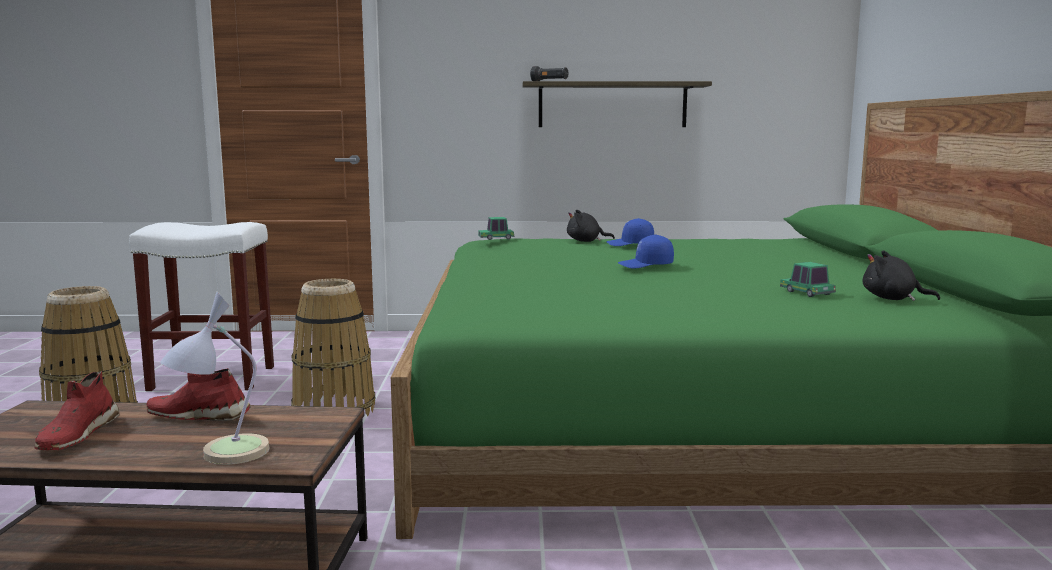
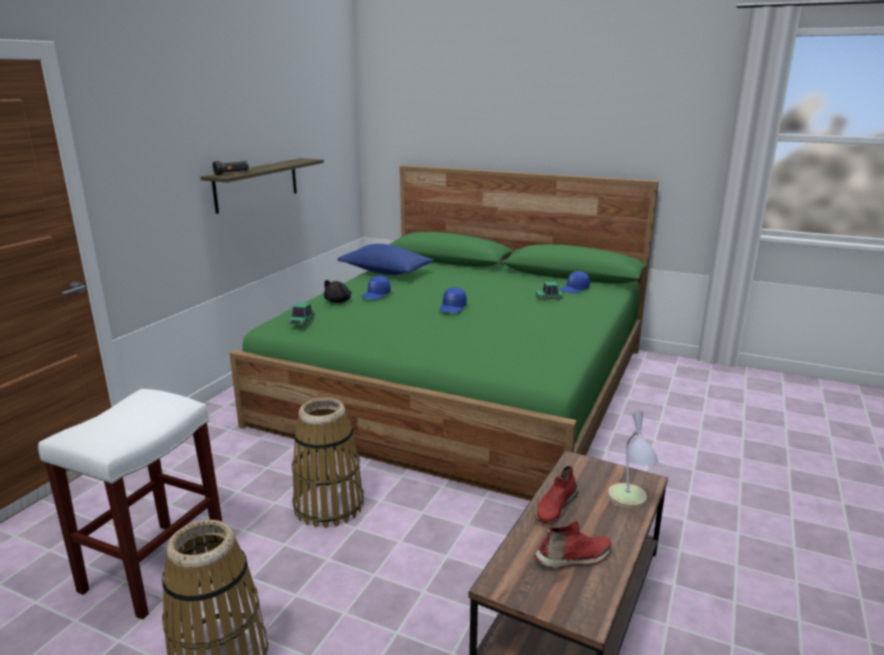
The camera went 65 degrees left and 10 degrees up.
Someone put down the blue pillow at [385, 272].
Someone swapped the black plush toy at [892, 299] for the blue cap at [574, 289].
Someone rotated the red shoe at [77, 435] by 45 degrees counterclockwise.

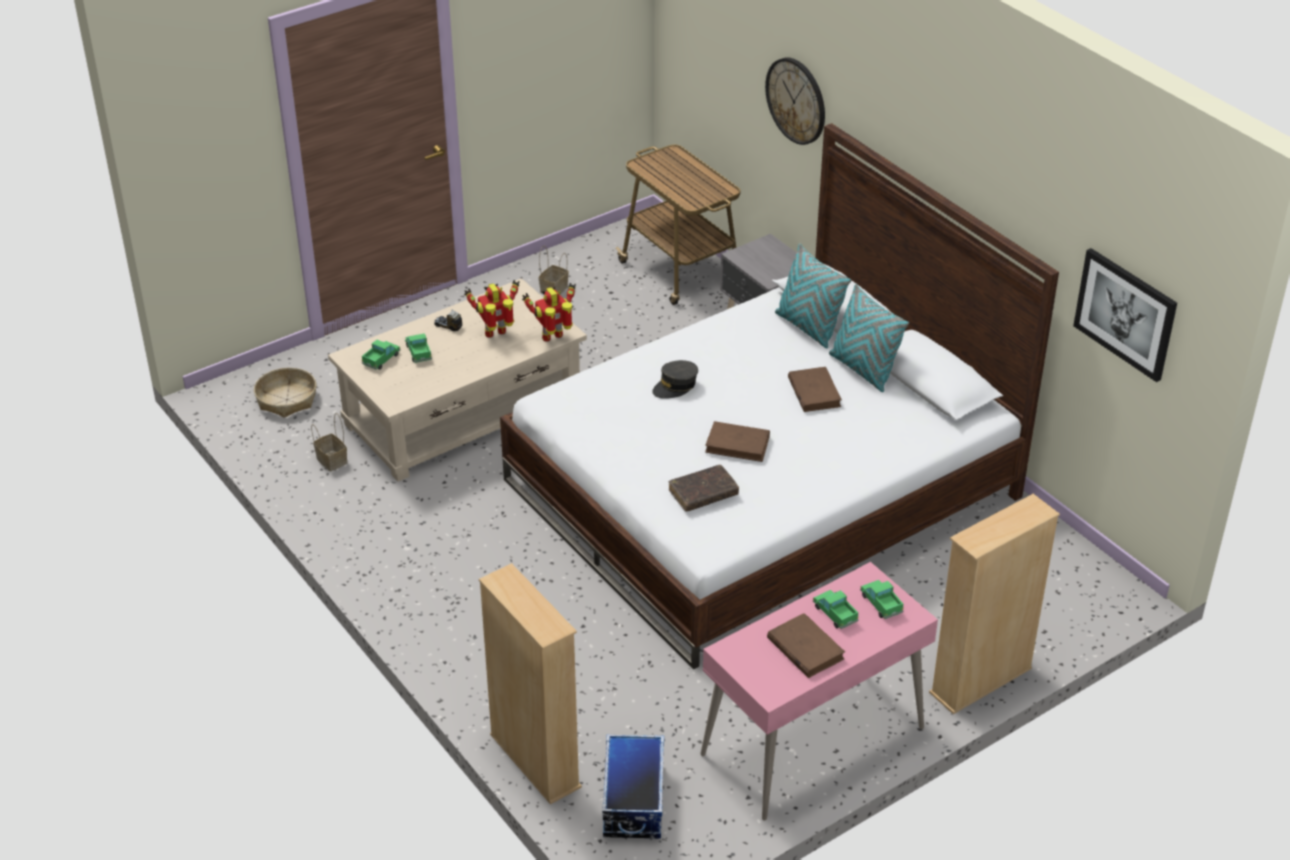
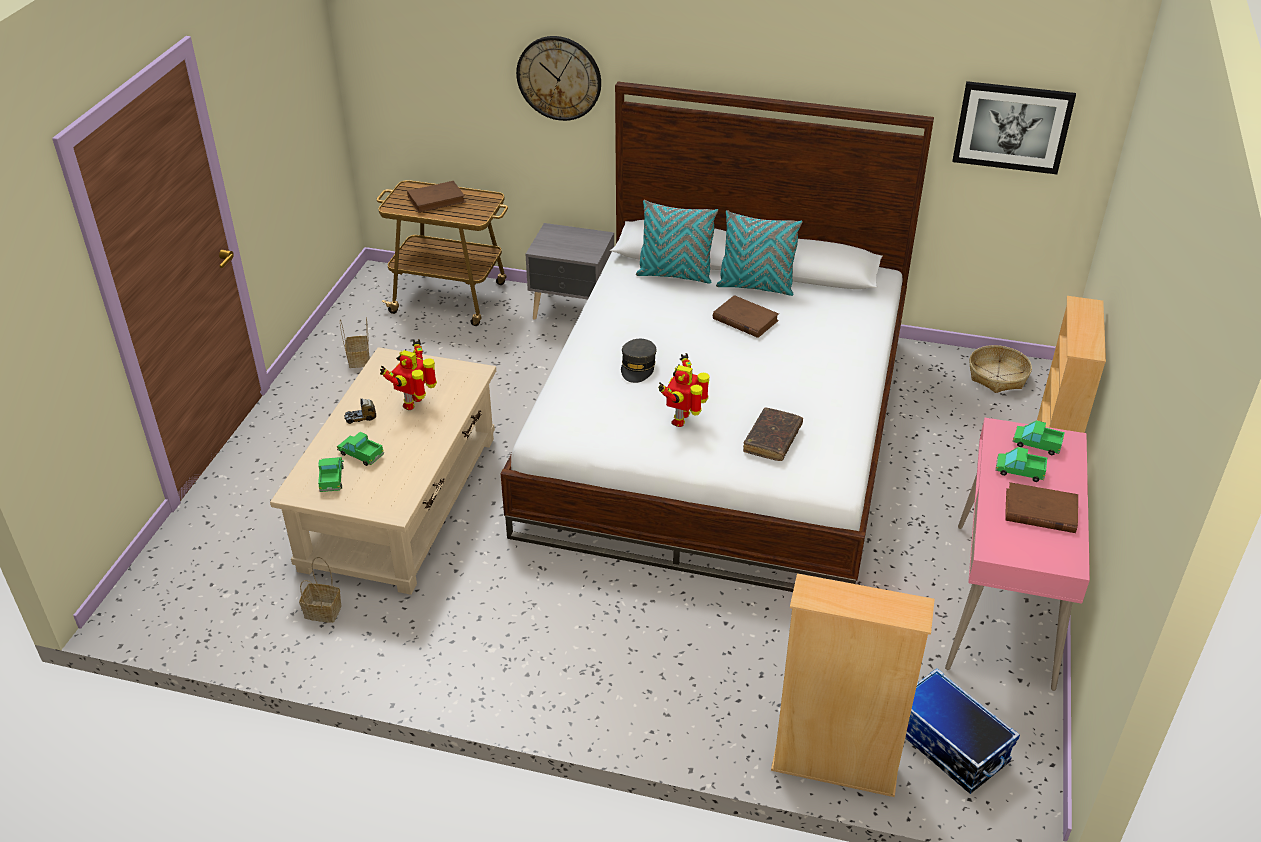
The camera went 40 degrees left and 0 degrees up.
Someone carried the basket from [287, 400] to [997, 376].
Someone carried the toy robot from [553, 337] to [683, 419].
Someone carried the brown book from [738, 444] to [436, 199].

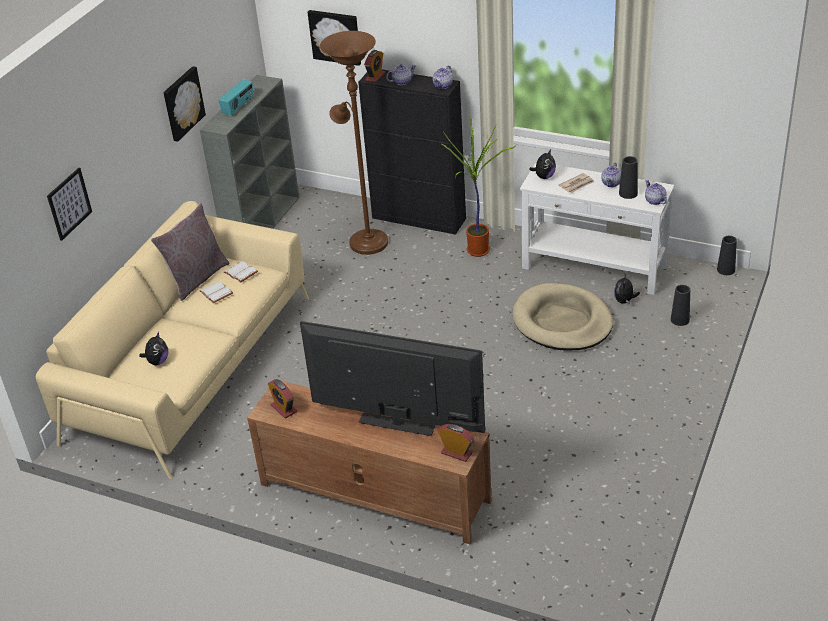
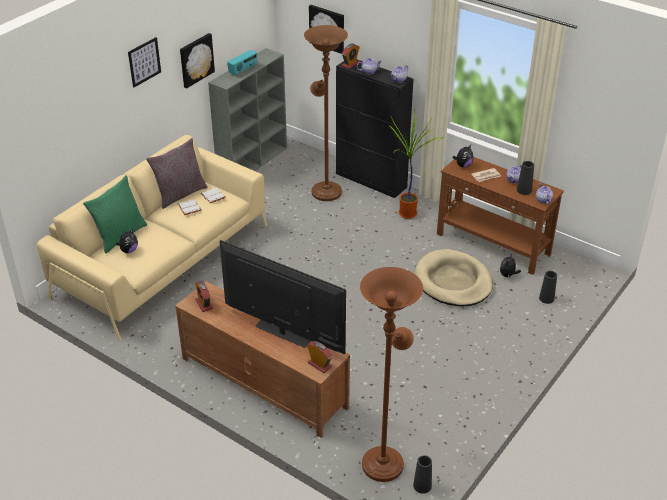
The camera went 10 degrees right and 0 degrees up.
Someone put down the green pillow at [119, 235].
Someone put down the brown floor lamp at [384, 460].
Someone carried the picture from [69, 203] to [144, 62].
Someone carried the black vase from [726, 270] to [422, 486].
Someone repainted the white console table at [594, 268], which became the brown console table at [493, 244].

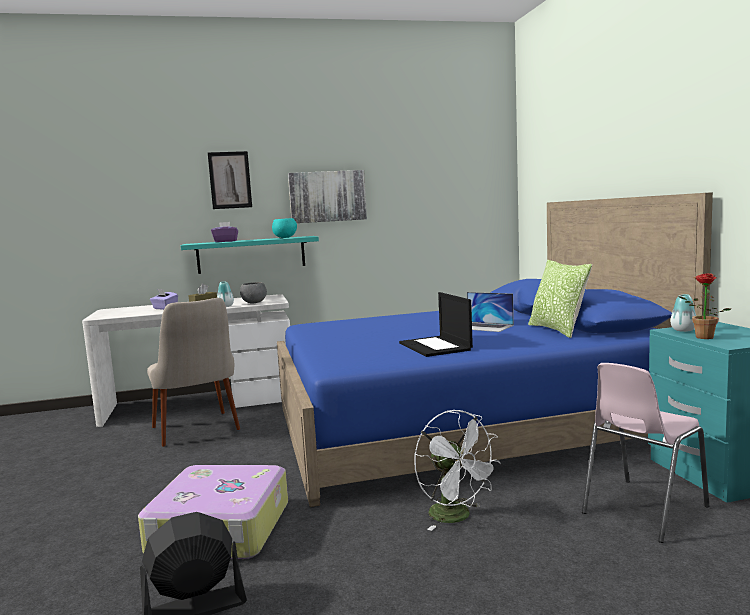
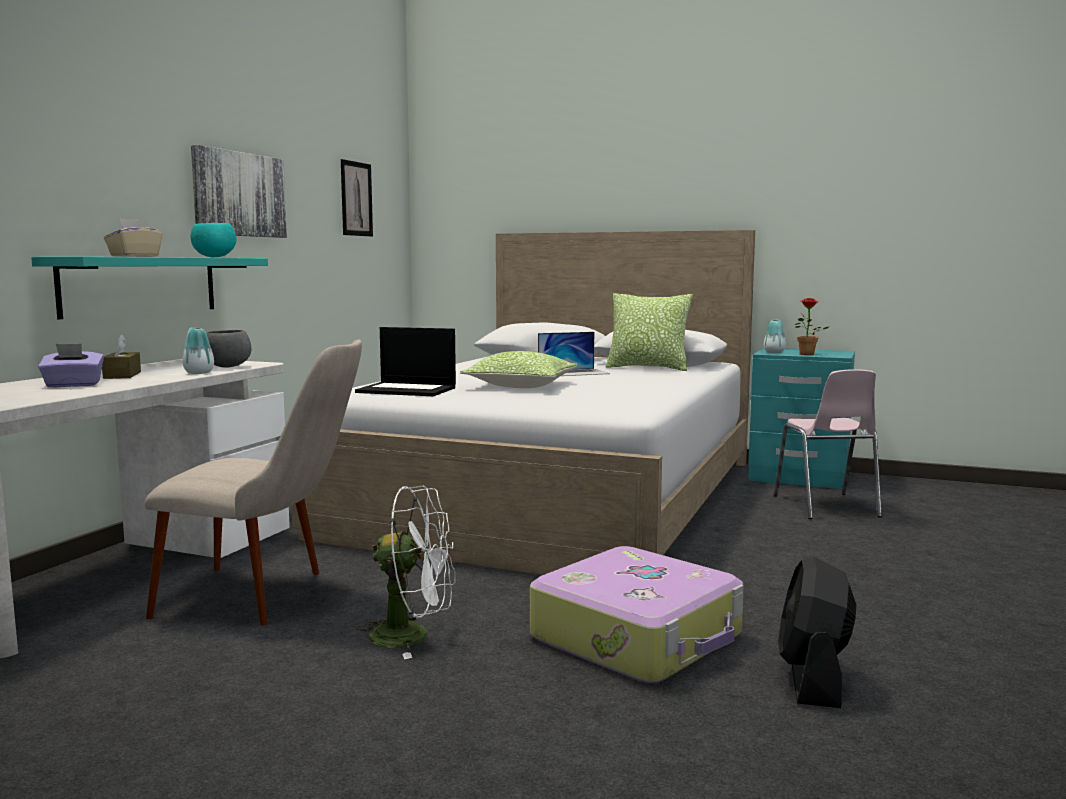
The camera went 55 degrees left and 0 degrees up.
Someone put down the pillow at [521, 386].
Someone carried the picture from [230, 180] to [356, 199].
Someone carried the laptop from [436, 346] to [408, 390].
Someone carried the white fan from [457, 517] to [413, 636].
Someone repainted the purple tissue box at [226, 241], which became the beige tissue box at [134, 256].
Someone repainted the blue bed at [464, 423], which became the white bed at [556, 496].

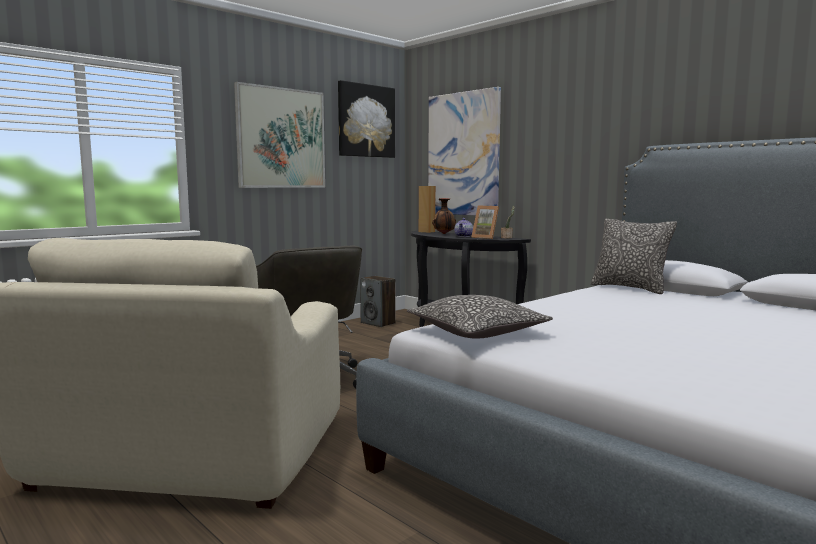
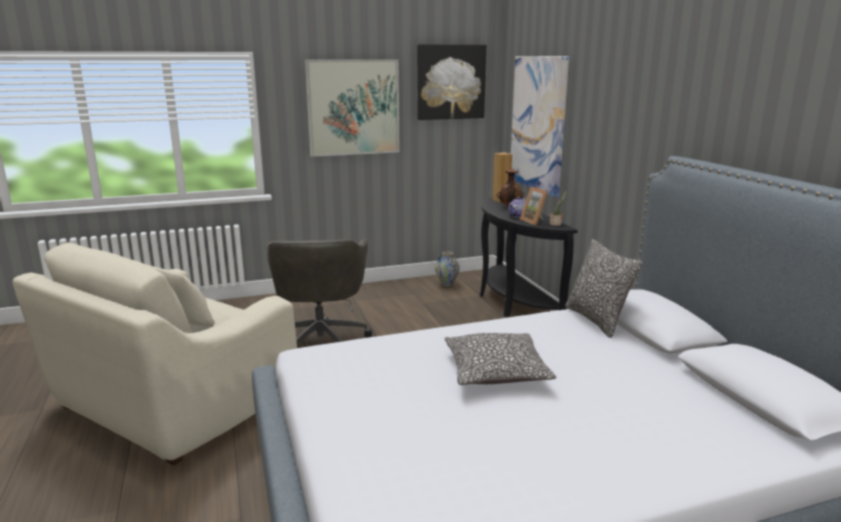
The camera went 25 degrees right and 10 degrees up.
Someone carried the pillow from [477, 332] to [496, 371].
Someone swapped the speaker at [378, 323] for the vase at [447, 284].

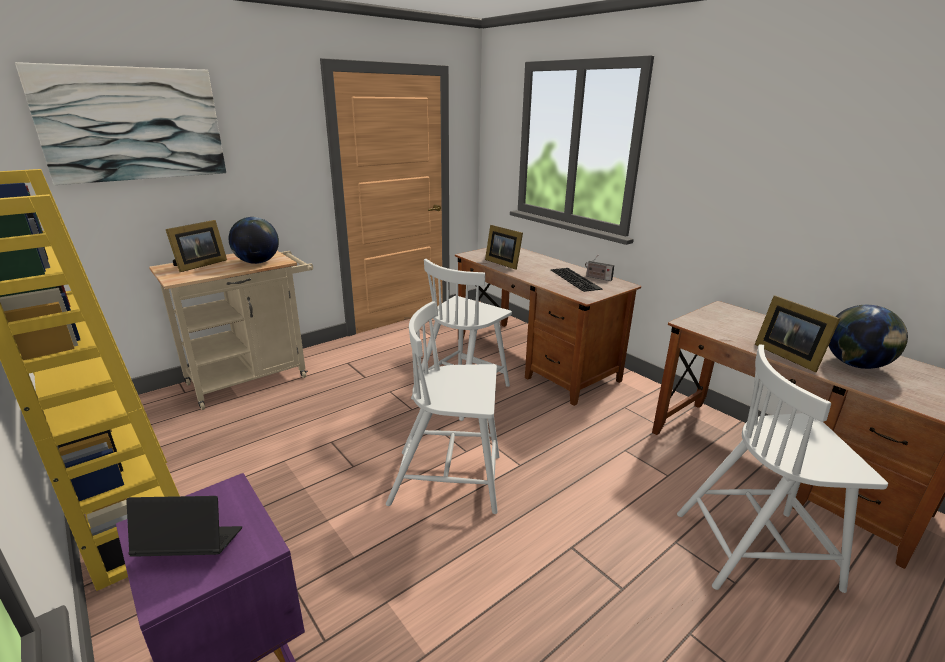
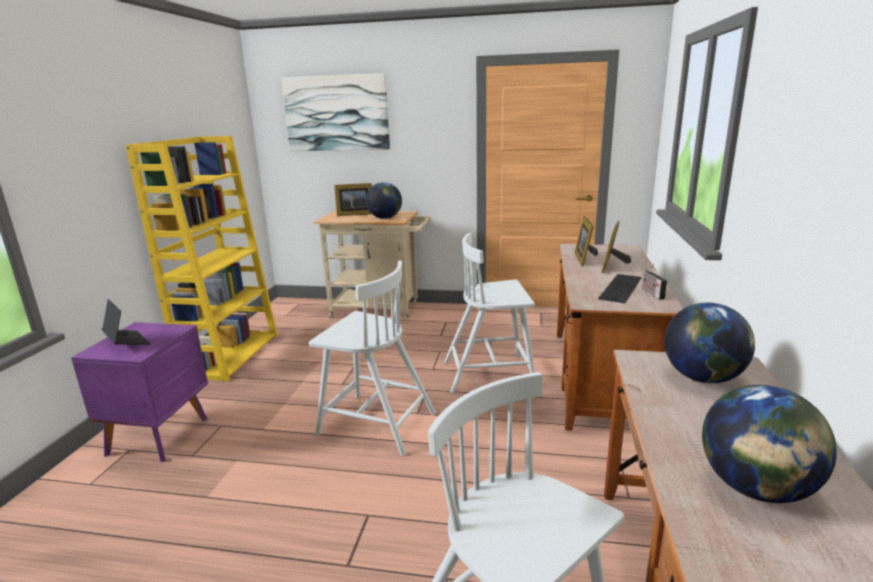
The camera went 50 degrees right and 5 degrees down.
Someone put down the globe at [703, 378].
Someone carried the picture frame from [787, 355] to [612, 265].
Someone rotated the white chair at [449, 480] by 150 degrees clockwise.

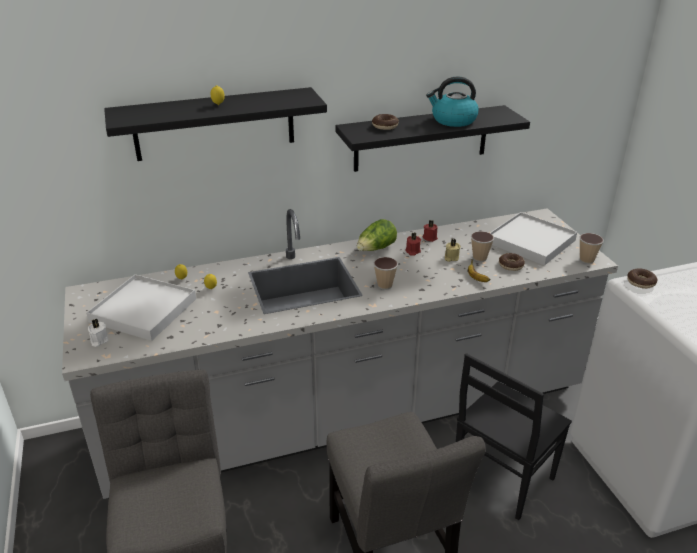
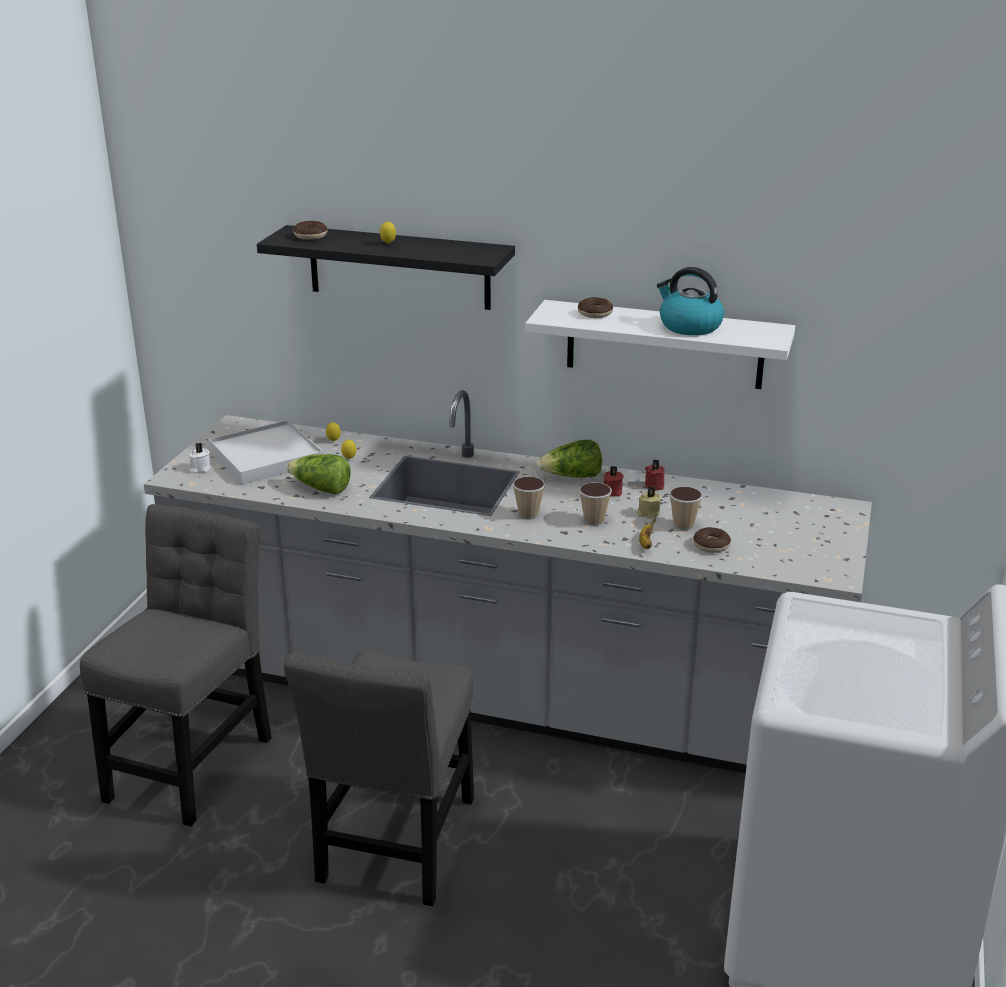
The camera went 35 degrees right and 5 degrees down.
Someone took away the black chair at [501, 478].
Someone took away the white tray at [530, 241].
Someone put down the lettuce at [321, 488].
Someone carried the cup from [586, 260] to [594, 521].
Someone carried the donut from [640, 282] to [310, 236].
Someone repainted the black shelf at [421, 138], which became the white shelf at [664, 344].

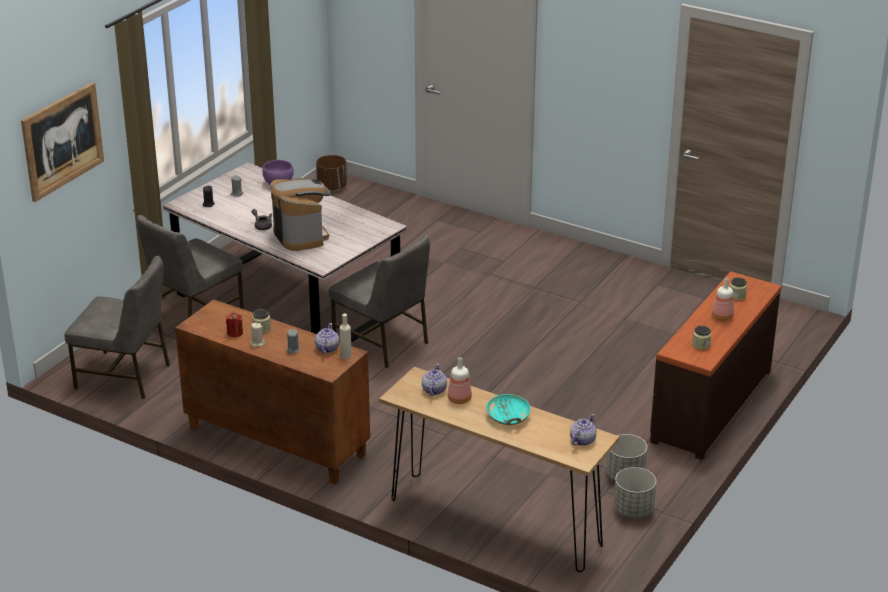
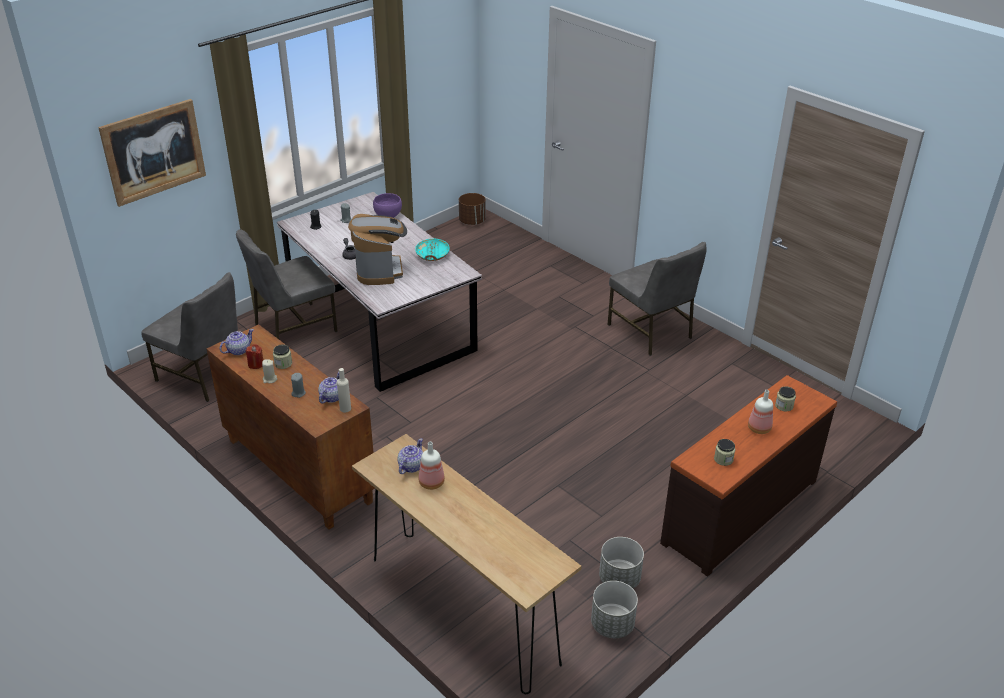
The camera went 15 degrees right and 5 degrees up.
Someone carried the grey chair from [382, 343] to [651, 332].
Someone carried the turquoise bowl from [508, 417] to [432, 255].
Someone carried the teapot from [582, 440] to [238, 350].

